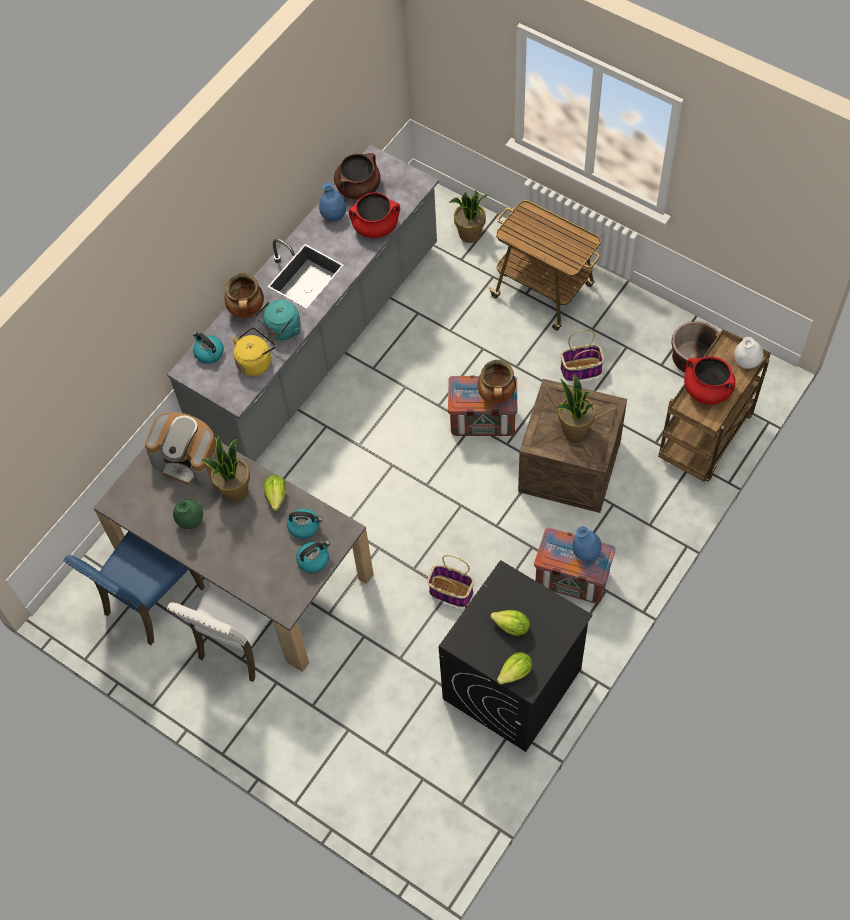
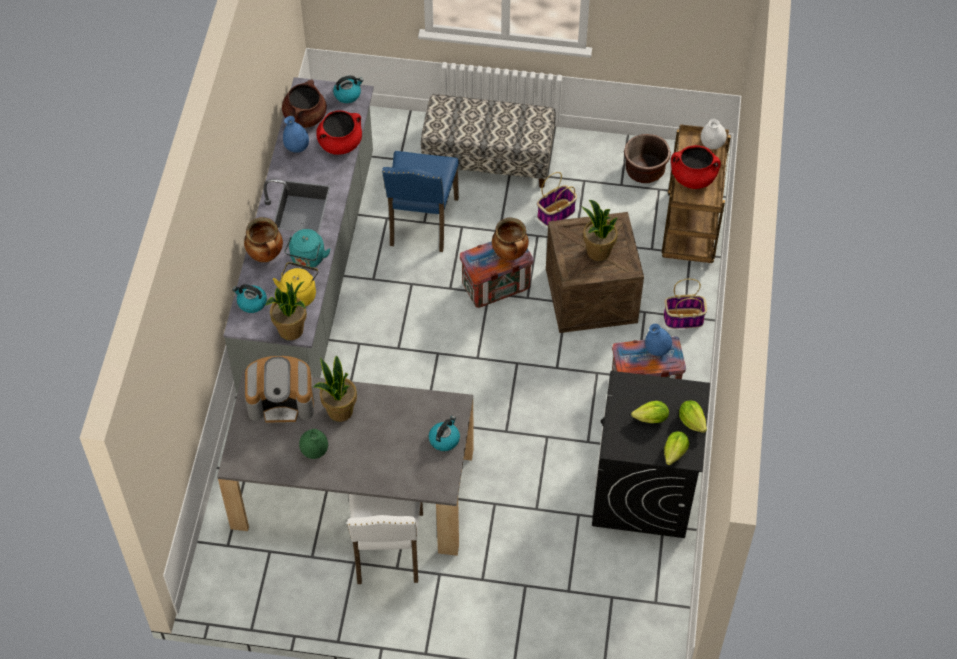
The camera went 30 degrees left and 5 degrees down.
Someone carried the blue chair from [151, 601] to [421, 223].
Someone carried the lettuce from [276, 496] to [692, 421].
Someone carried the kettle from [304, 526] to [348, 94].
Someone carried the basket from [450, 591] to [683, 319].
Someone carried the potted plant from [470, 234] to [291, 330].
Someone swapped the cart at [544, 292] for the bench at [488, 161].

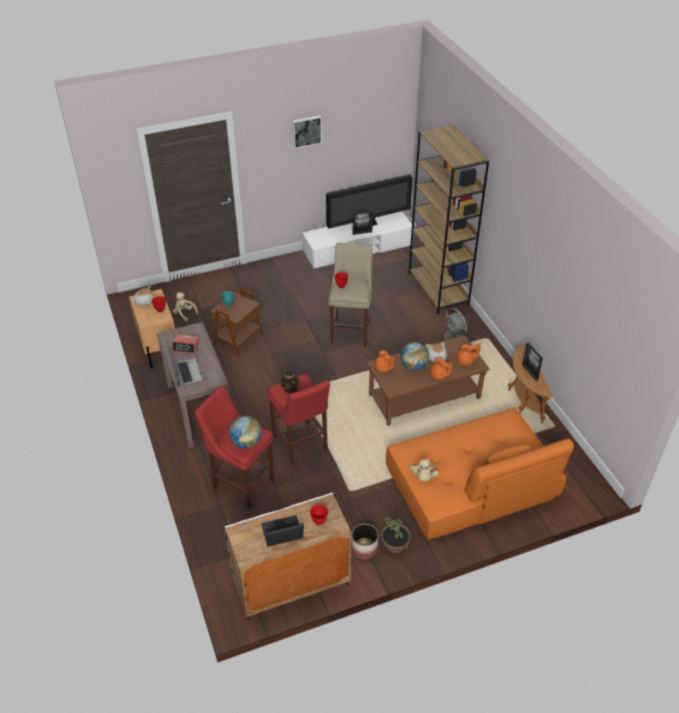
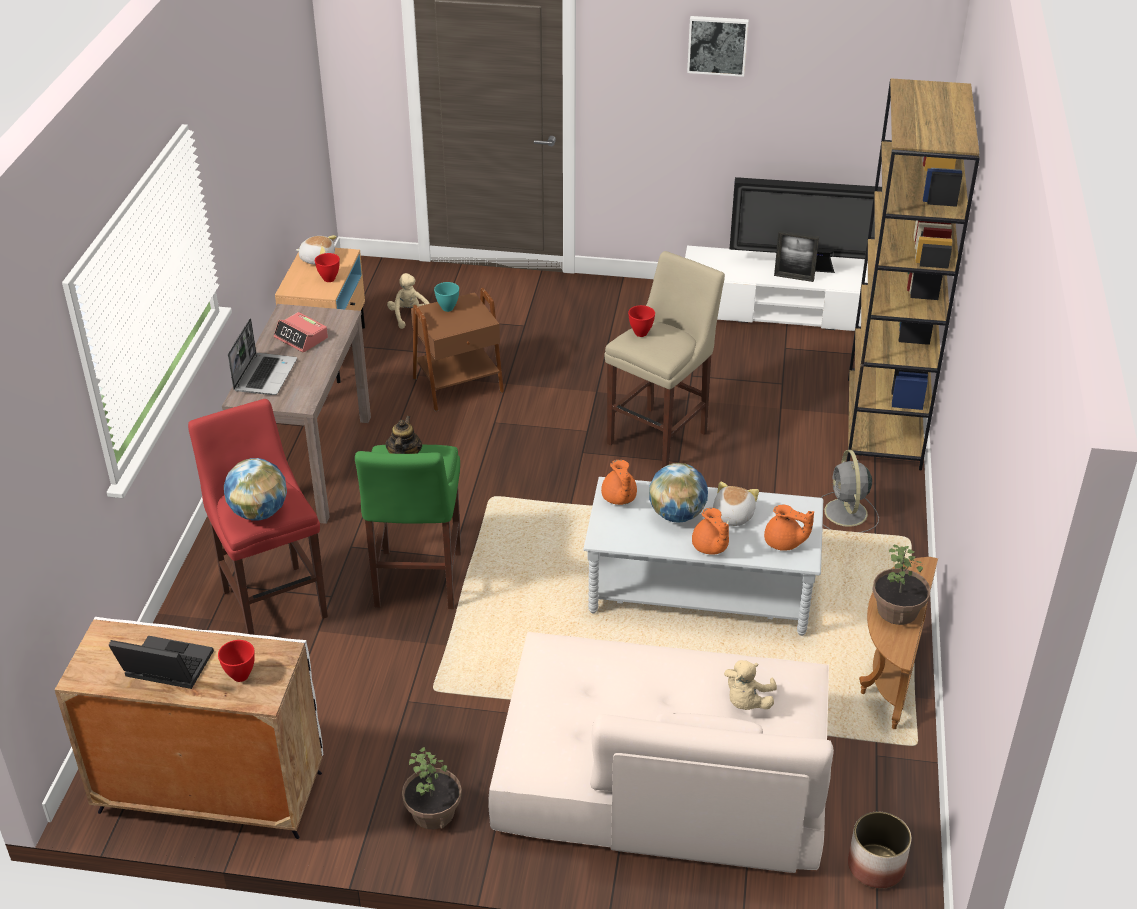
The camera went 30 degrees right and 5 degrees down.
Someone carried the planter from [364, 549] to [875, 866].
Someone carried the beige plush toy from [423, 476] to [746, 702].
Someone swapped the picture frame at [529, 372] for the potted plant at [898, 611].
Someone repainted the red stool at [301, 445], which became the green stool at [416, 583].
Someone repainted the brown coffee table at [424, 397], which became the grey coffee table at [699, 591].
Someone repainted the orange sofa at [471, 482], which became the beige sofa at [662, 773].

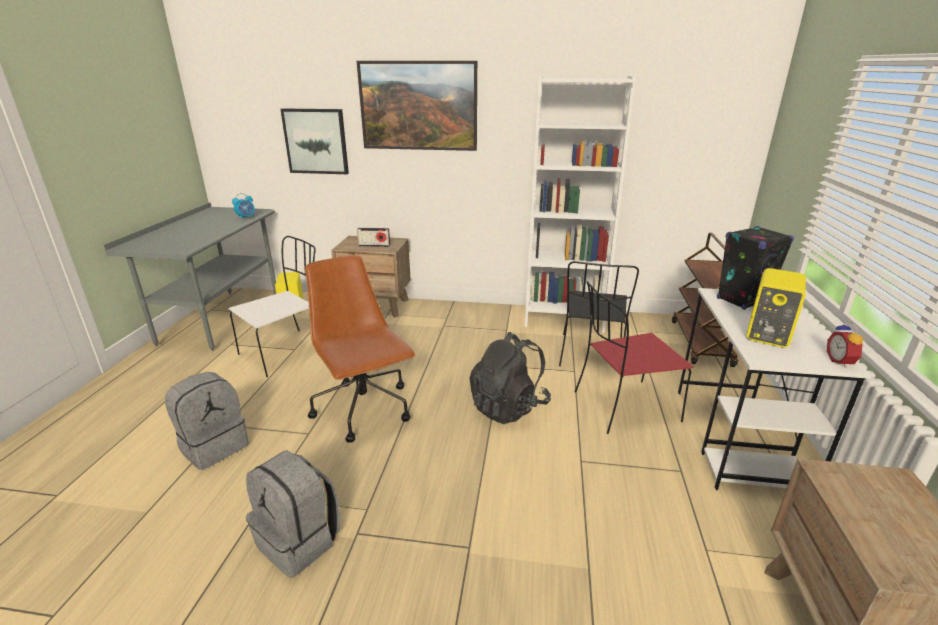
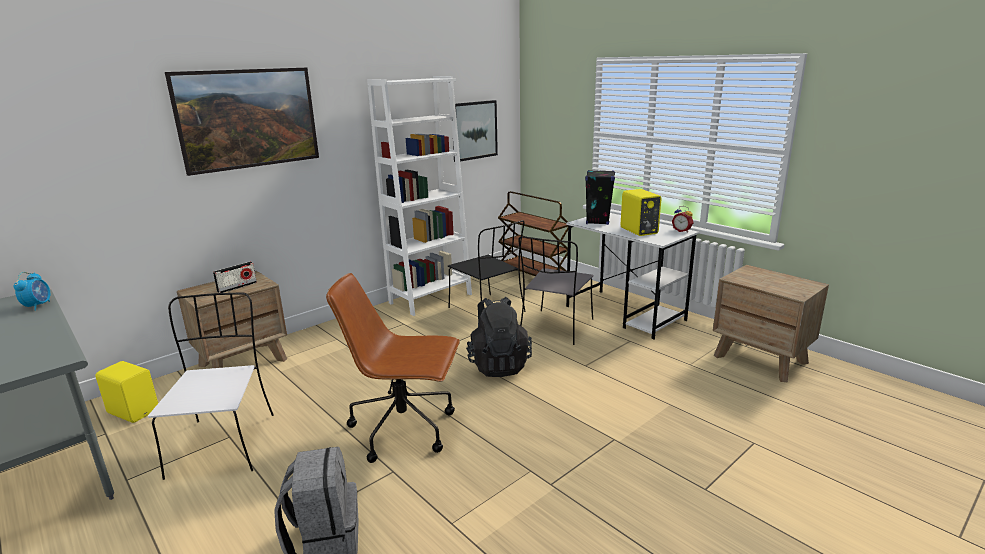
The camera went 50 degrees left and 5 degrees down.
Someone took away the grey backpack at [300, 541].
Someone carried the picture from [316, 141] to [474, 130].
Someone repainted the red chair at [623, 407], which became the grey chair at [556, 328].

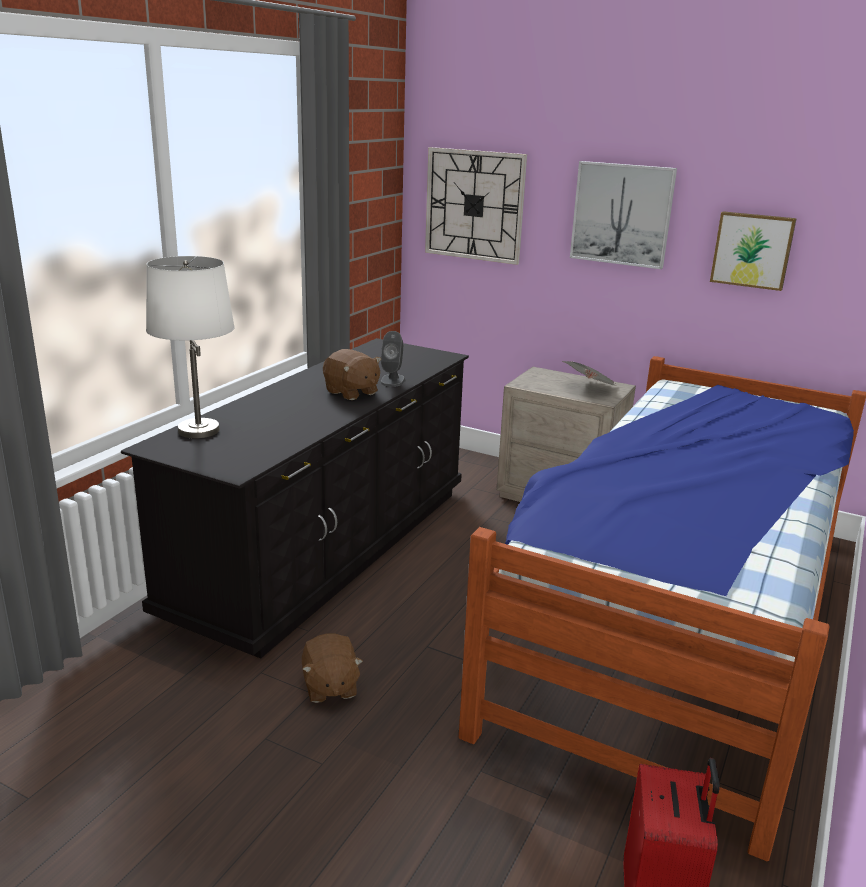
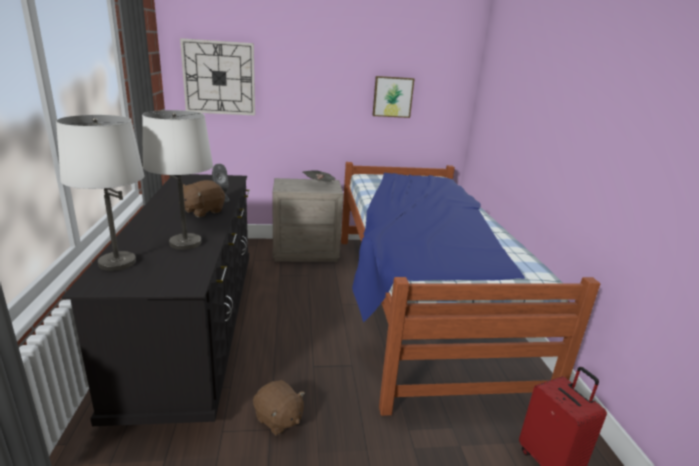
The camera went 35 degrees left and 0 degrees up.
Someone took away the picture at [622, 214].
Someone put down the white table lamp at [186, 243].
Someone rotated the brown plush toy at [351, 392] by 120 degrees clockwise.

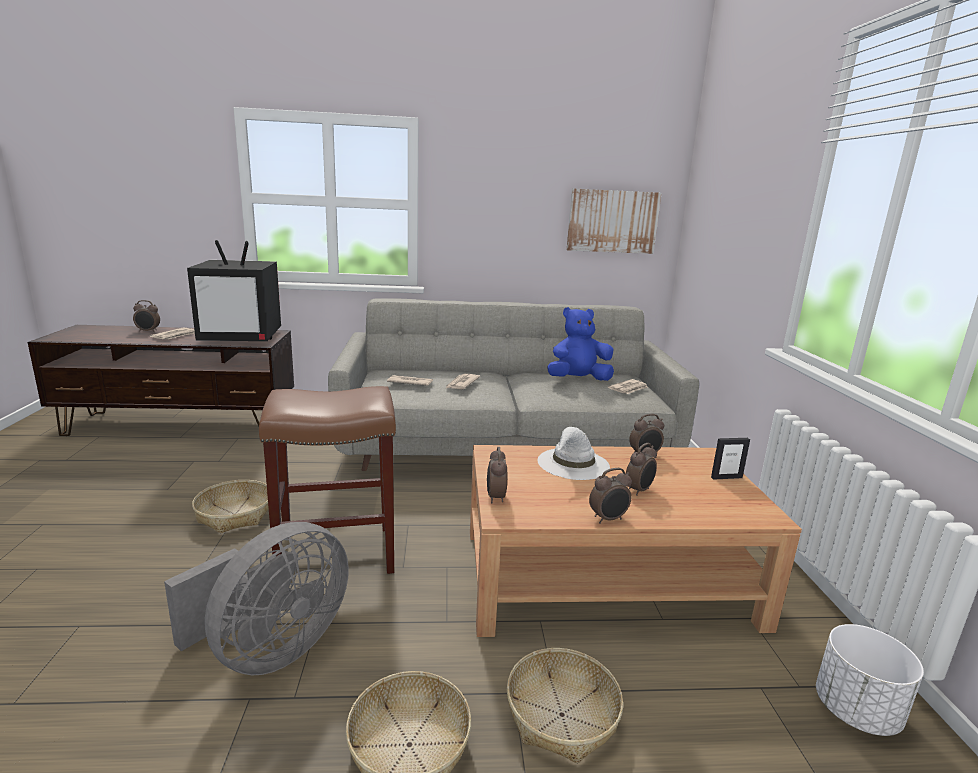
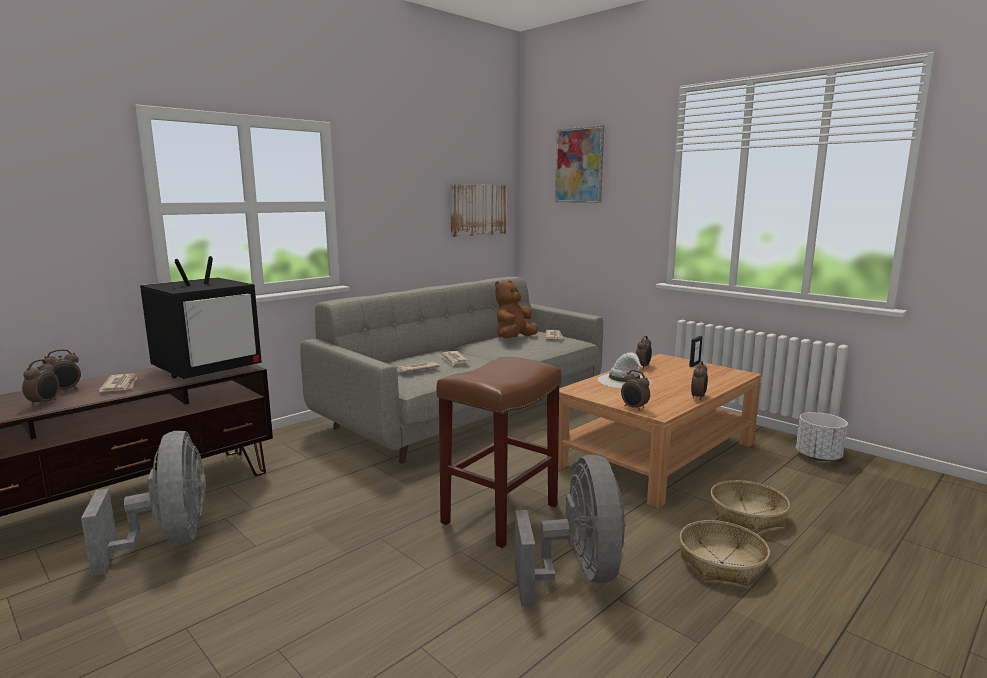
The camera went 40 degrees left and 5 degrees down.
Someone took away the basket at [235, 514].
Someone put down the grey fan at [169, 541].
Someone put up the picture at [579, 165].
Someone carried the alarm clock from [639, 490] to [45, 403].
Someone repainted the blue plush toy at [578, 380], which became the brown plush toy at [514, 339].

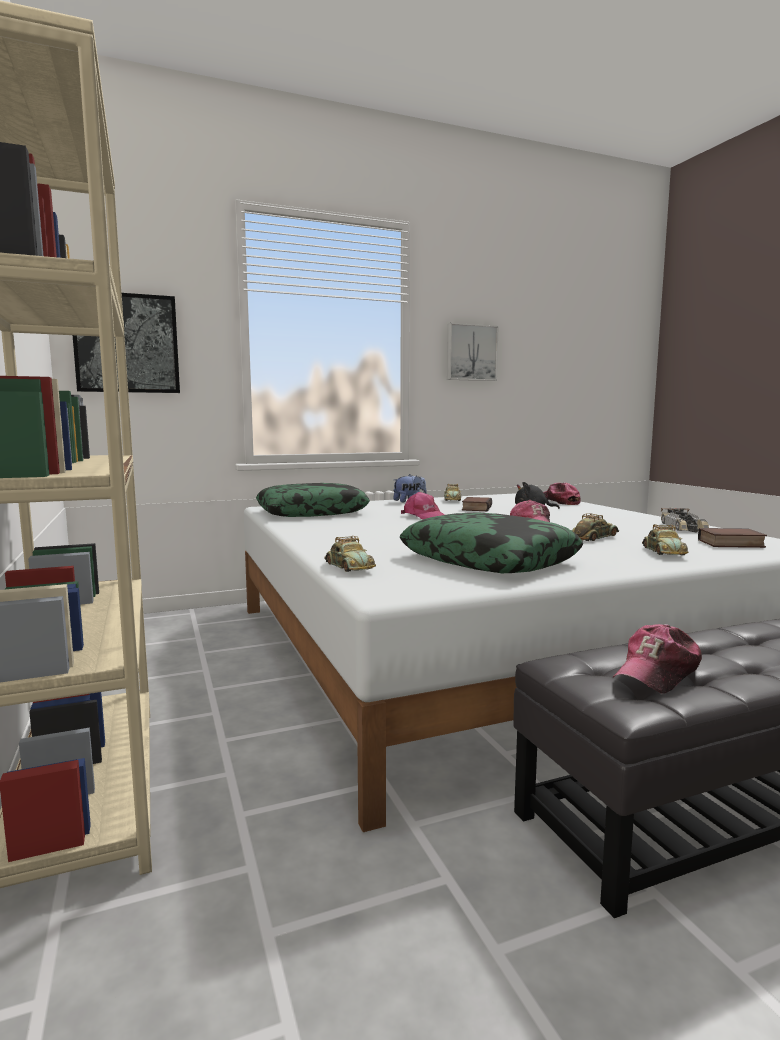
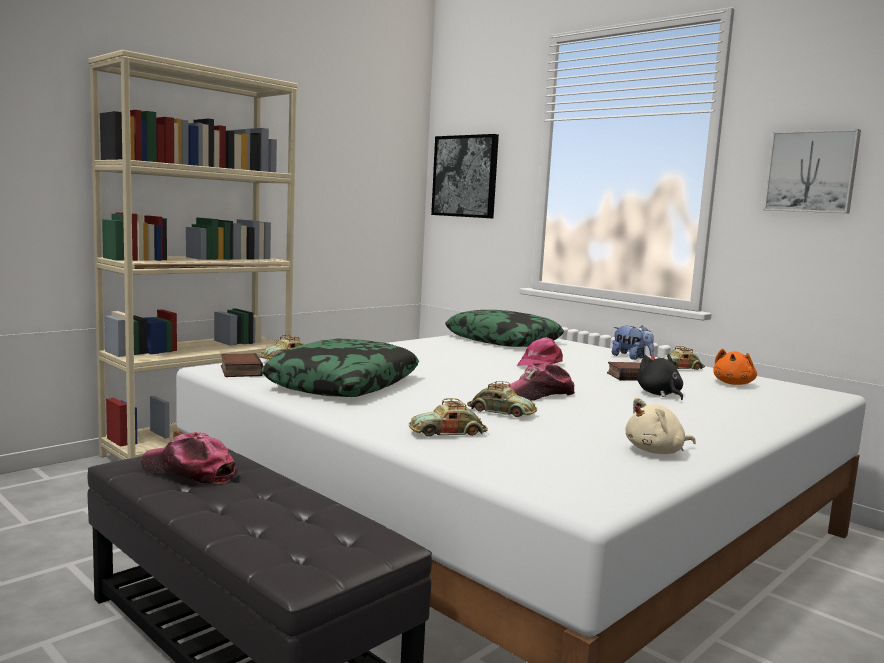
The camera went 65 degrees right and 0 degrees up.
Someone took away the cap at [559, 501].
Someone put down the orange plush toy at [733, 383].
Someone carried the book from [730, 544] to [239, 371].
Someone swapped the toy car at [683, 527] for the beige plush toy at [657, 451].

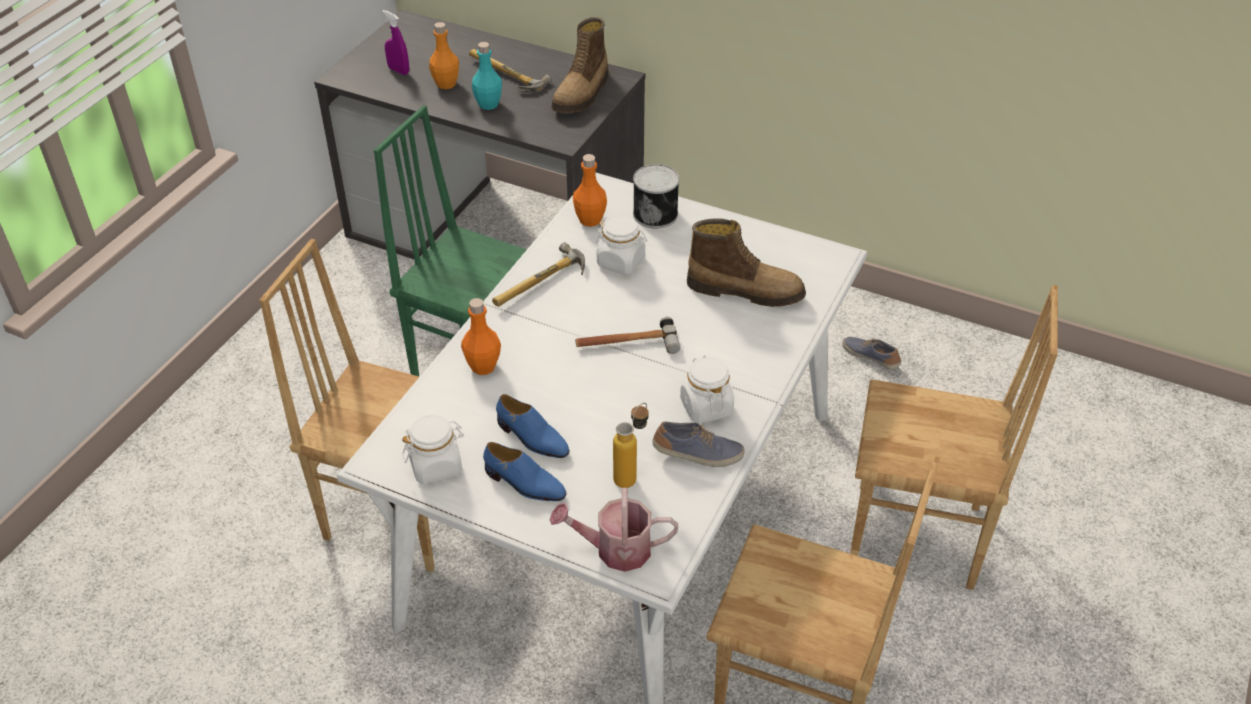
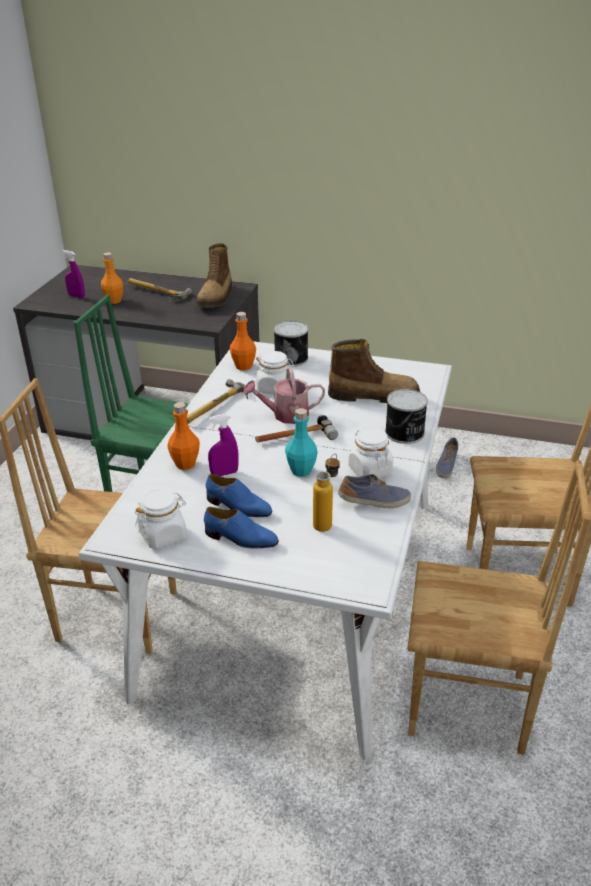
The camera went 10 degrees left and 10 degrees down.
Someone put down the purple spray bottle at [224, 473].
Someone put down the can at [405, 433].
Someone carried the turquoise bottle from [488, 104] to [301, 471].
Someone carried the watering can from [615, 549] to [285, 415].
Someone rotated the shoe at [871, 357] by 105 degrees counterclockwise.

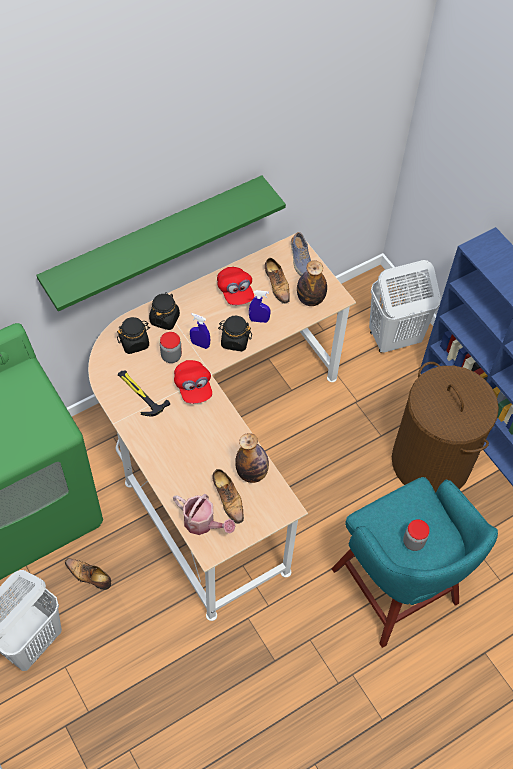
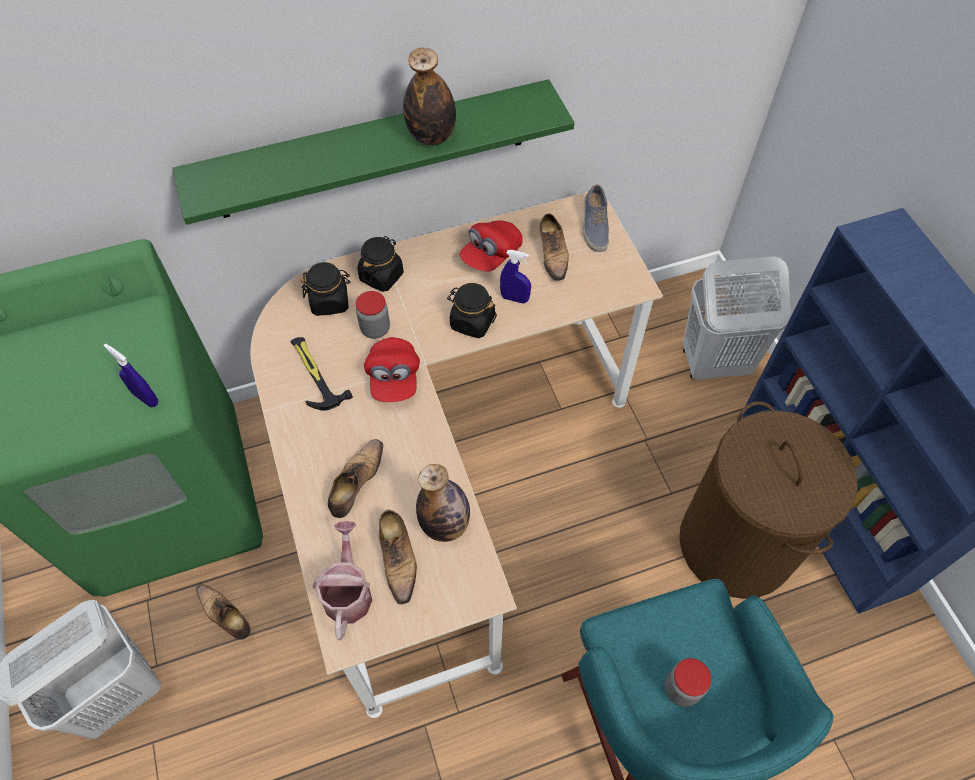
The camera went 15 degrees right and 0 degrees up.
Someone put down the shoe at [356, 482].
Someone carried the blue spray bottle from [200, 344] to [146, 398].
Someone carried the bottle from [310, 299] to [431, 136].
Someone rotated the watering can at [203, 523] by 135 degrees counterclockwise.
Someone rotated the red cap at [235, 292] by 45 degrees clockwise.

